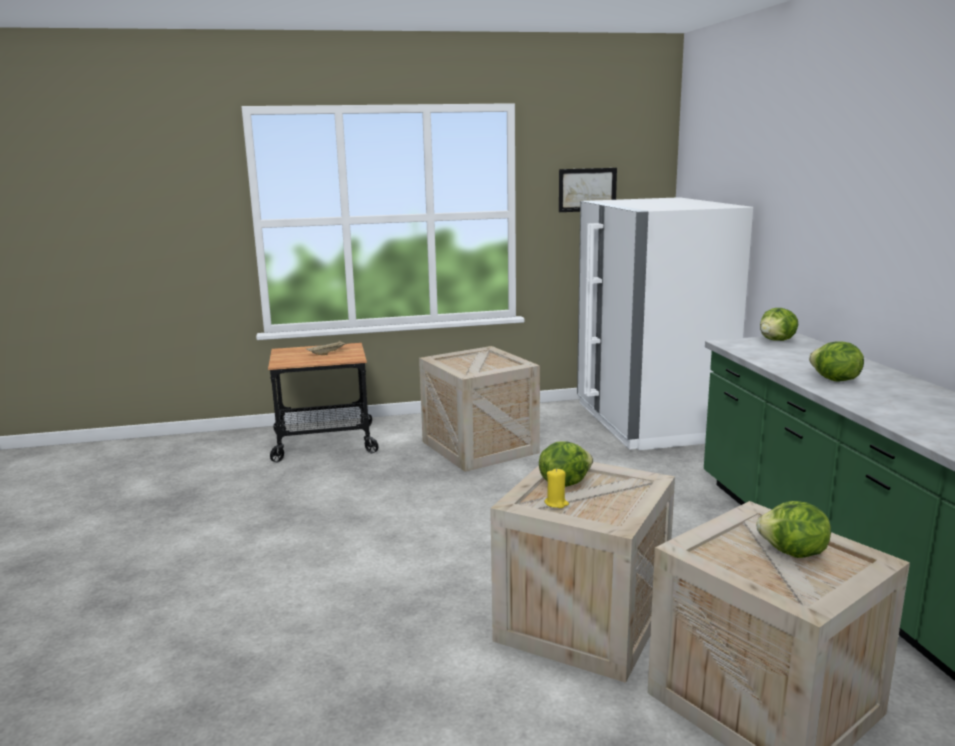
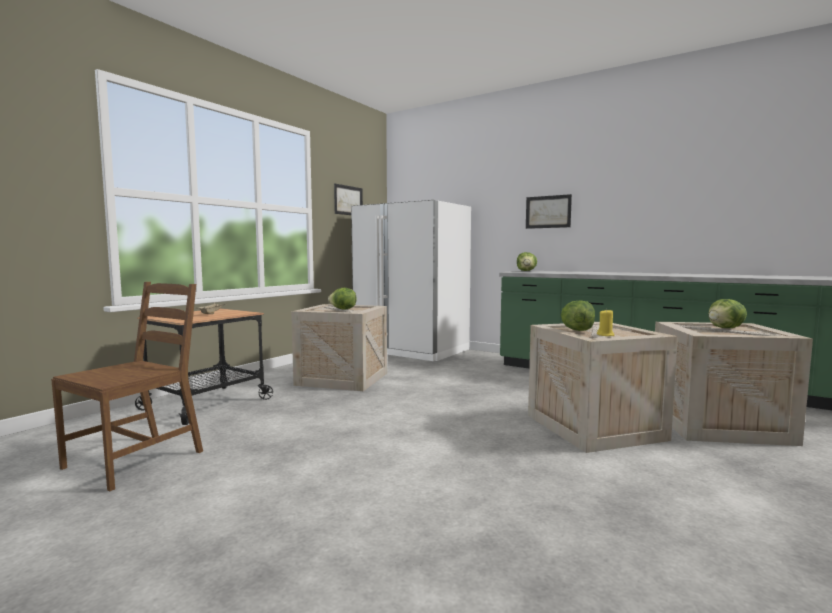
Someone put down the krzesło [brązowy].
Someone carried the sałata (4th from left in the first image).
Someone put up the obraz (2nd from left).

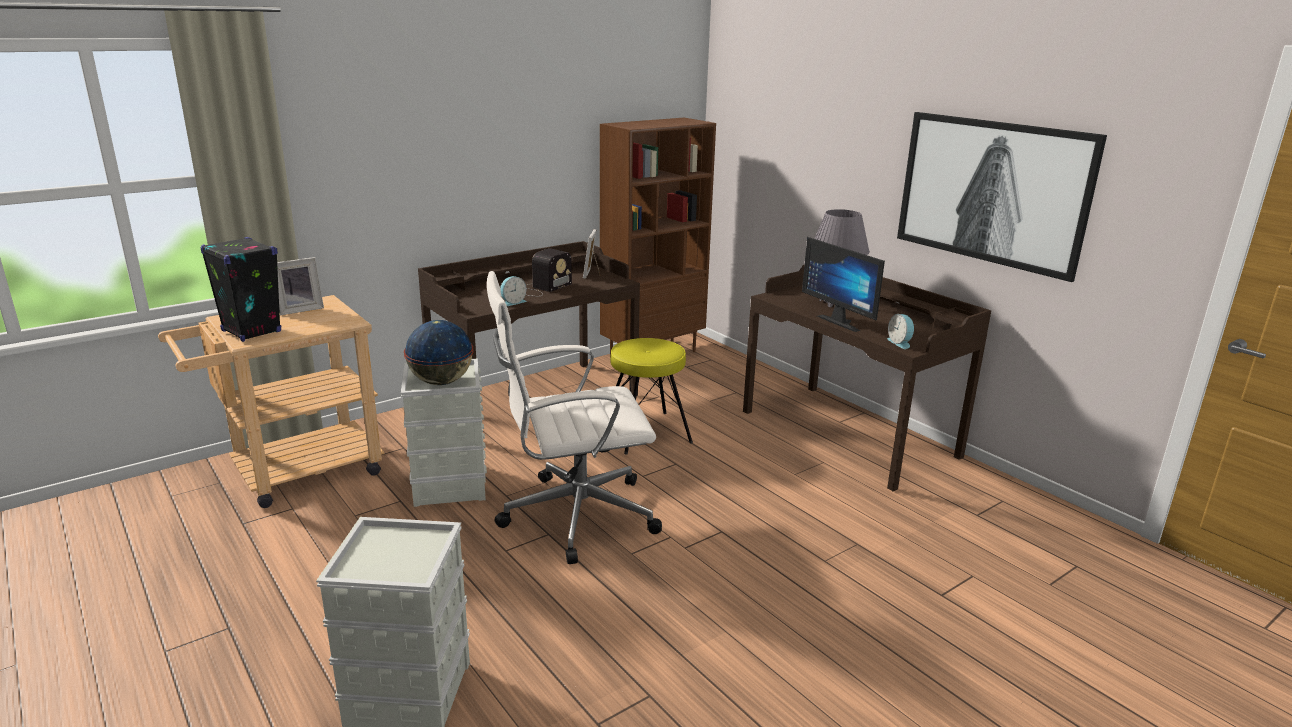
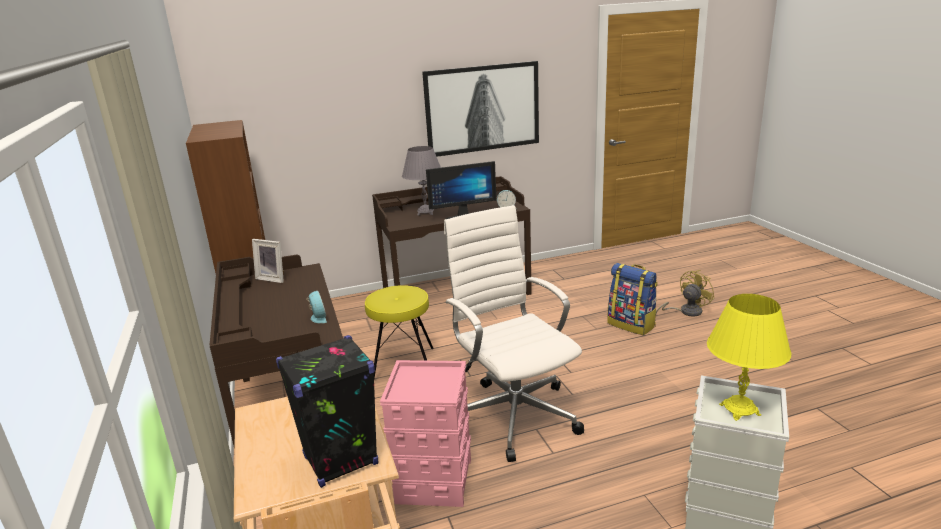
Someone repainted the pojemnik do przechowywania [szary] (2nd from left), which became the pojemnik do przechowywania [różowy].
Someone rotated the krzesło biurowe [biały] by 150 degrees clockwise.
Someone put down the plecak.
Someone put down the wentylator [żółty].
Someone put down the lampa stołowa [żółty].
Someone took away the ramka na zdjęcie (1st from left).
Someone took away the globus.
Someone took away the radio.

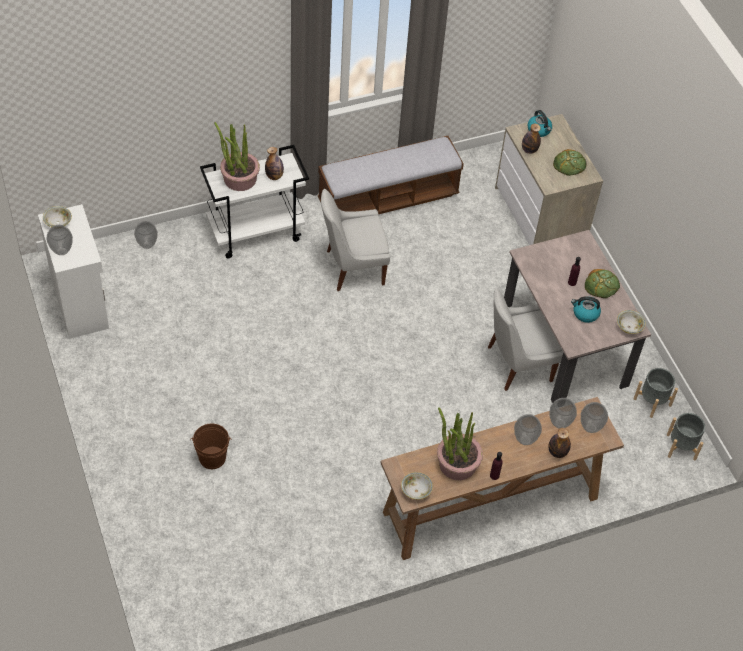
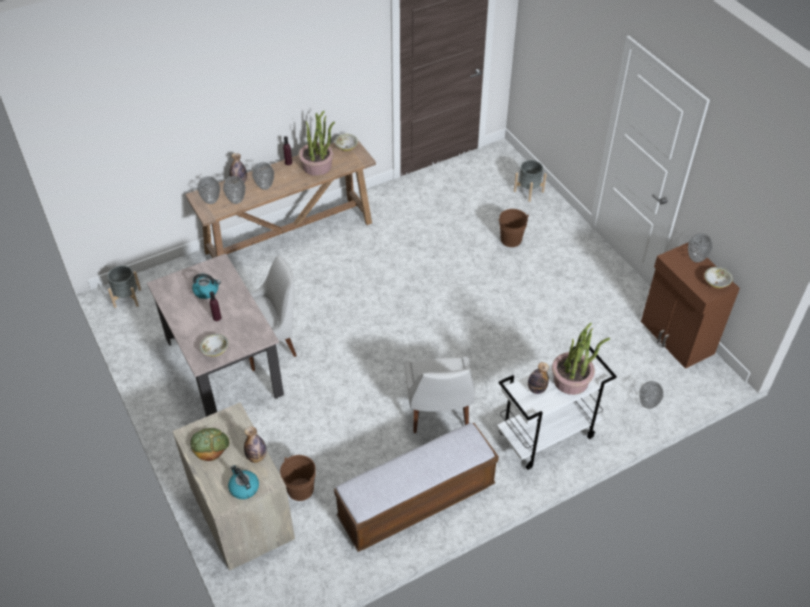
Someone carried the miska (3rd from left in the first image).
Someone put down the wiadro [brązowy] (1st from left).
Someone rotated the krzesło [biały] (1st from left in the first image) by 105 degrees clockwise.
Someone carried the donica [szary] (1st from left in the first image).
Someone repainted the szafka [biały], which became the szafka [brązowy].
Someone took away the chleb (2nd from left).

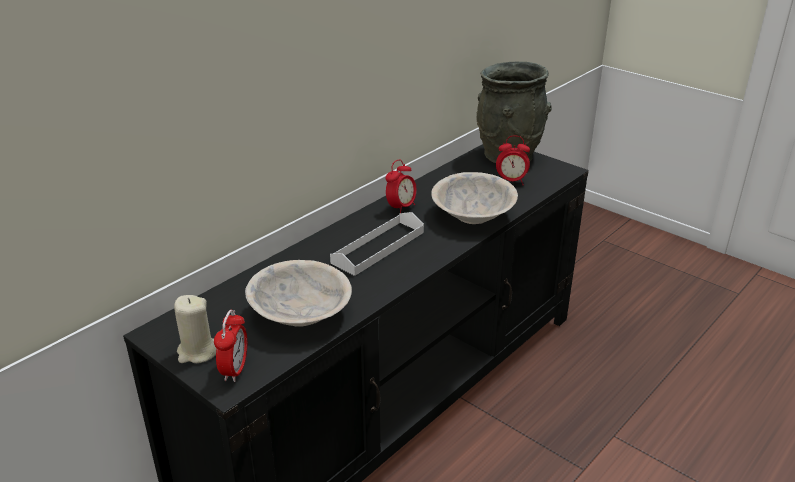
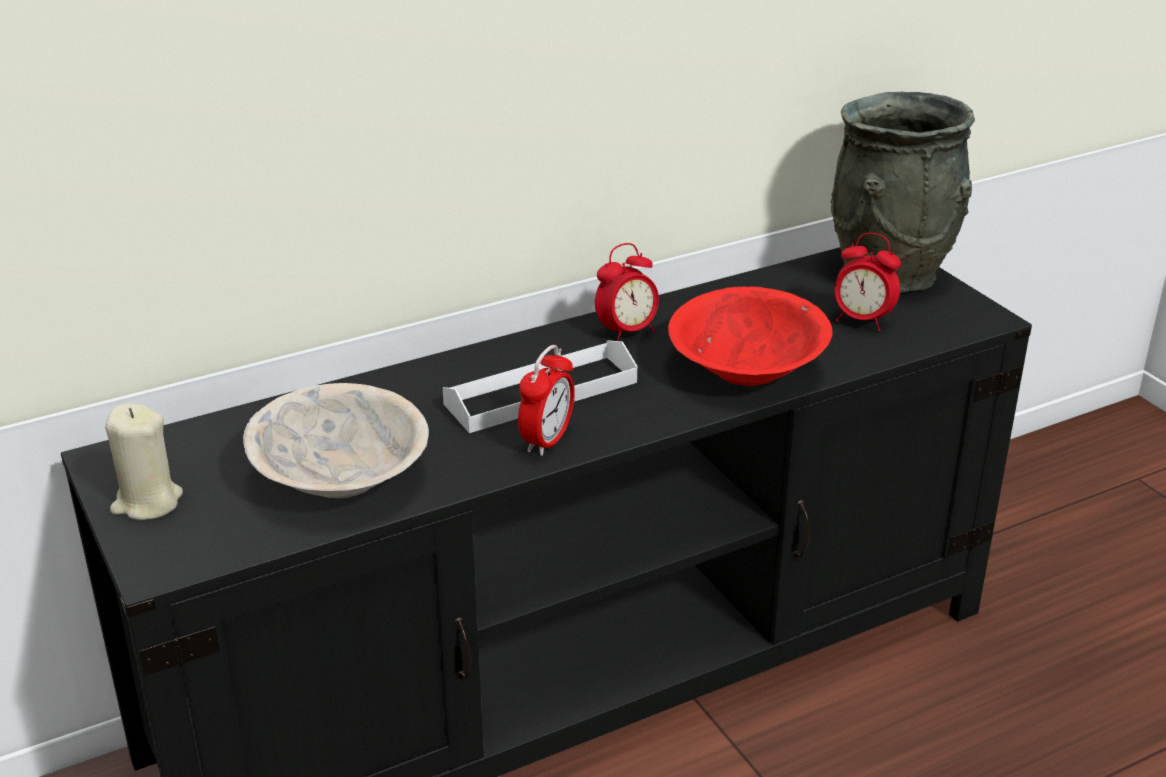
Someone carried the budzik (1st from left).
Someone repainted the miska [beżowy] (2nd from left), which became the miska [czerwony].

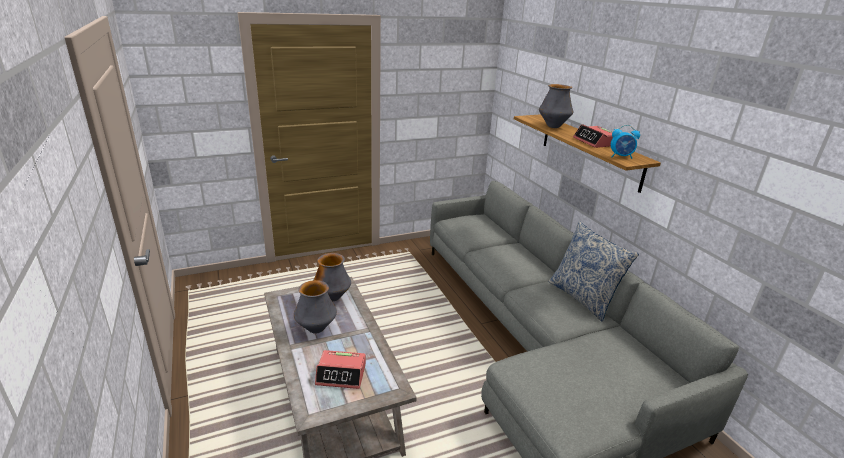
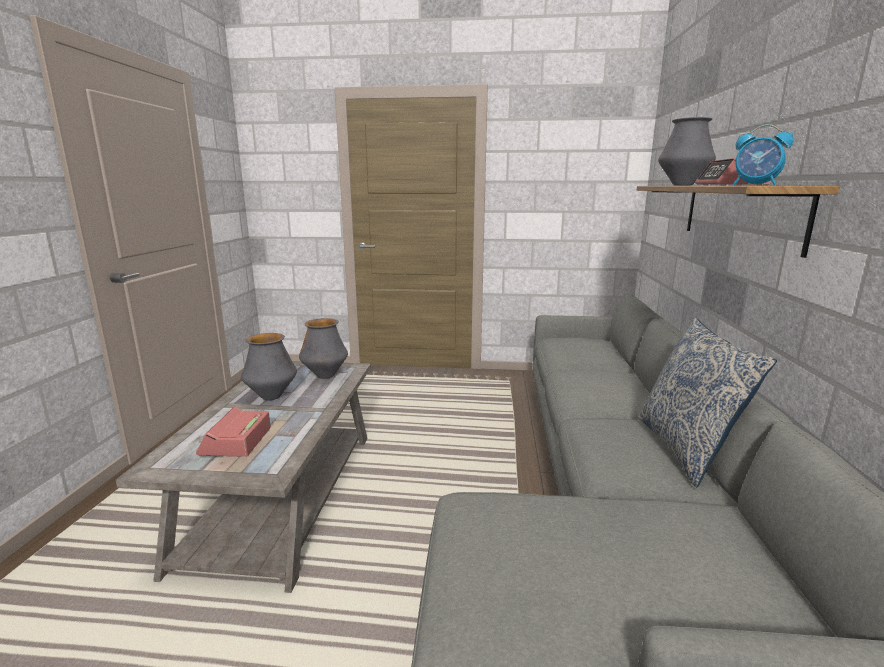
Someone rotated the budzik (1st from left) by 60 degrees clockwise.

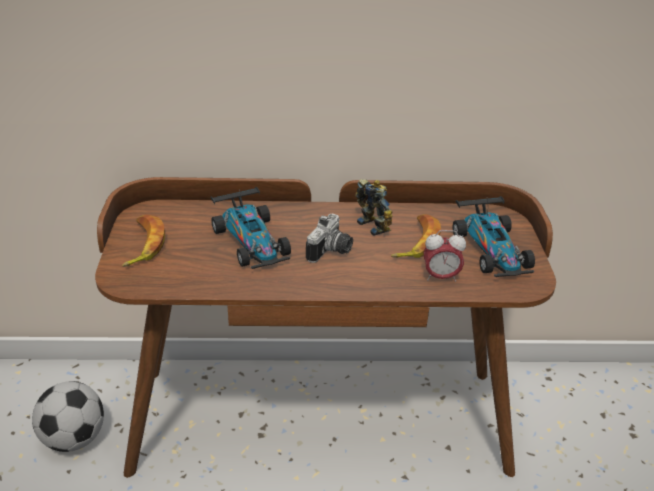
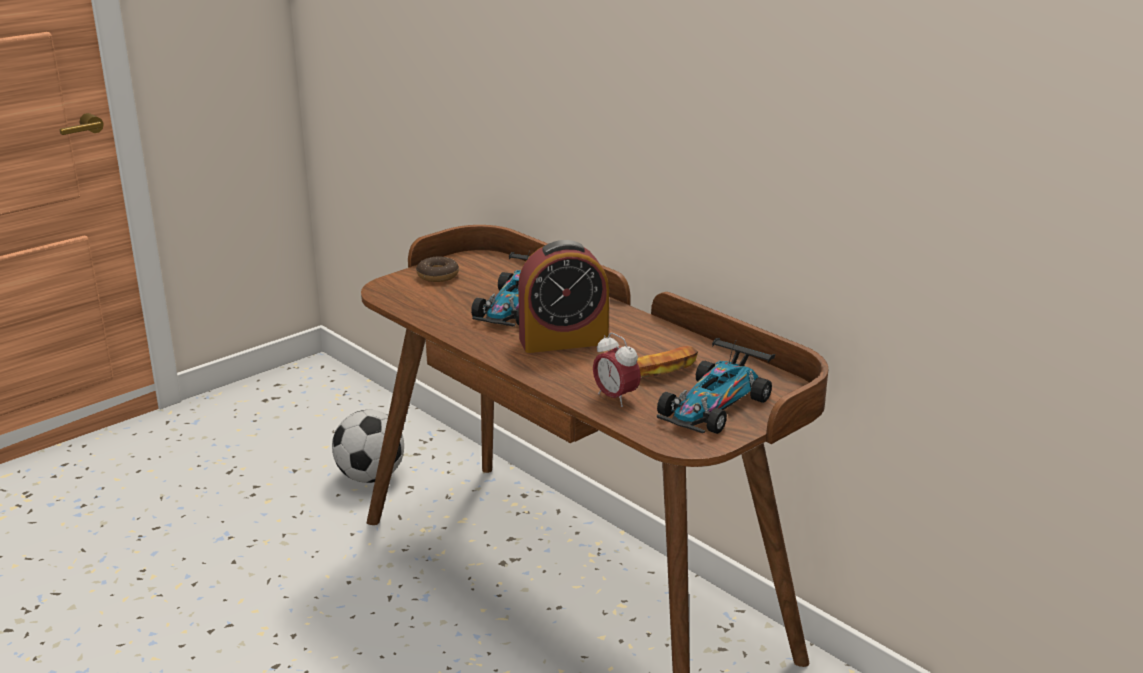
Someone swapped the banan (1st from left) for the donut.
Someone swapped the aparat fotograficzny for the budzik (1st from left).
Someone took away the robot zabawkowy.

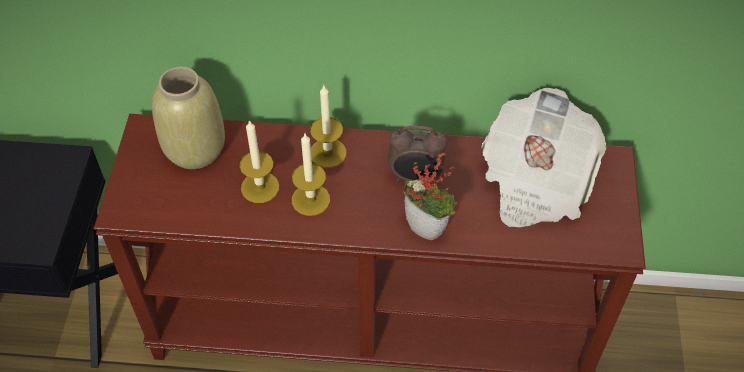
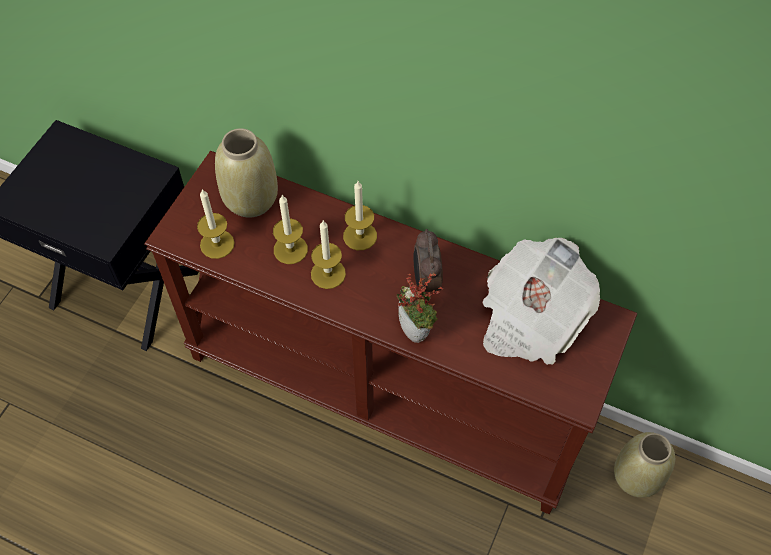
Someone put down the świeca (1st from left).
Someone rotated the budzik by 60 degrees clockwise.
Someone put down the wazon [beżowy] (2nd from left).

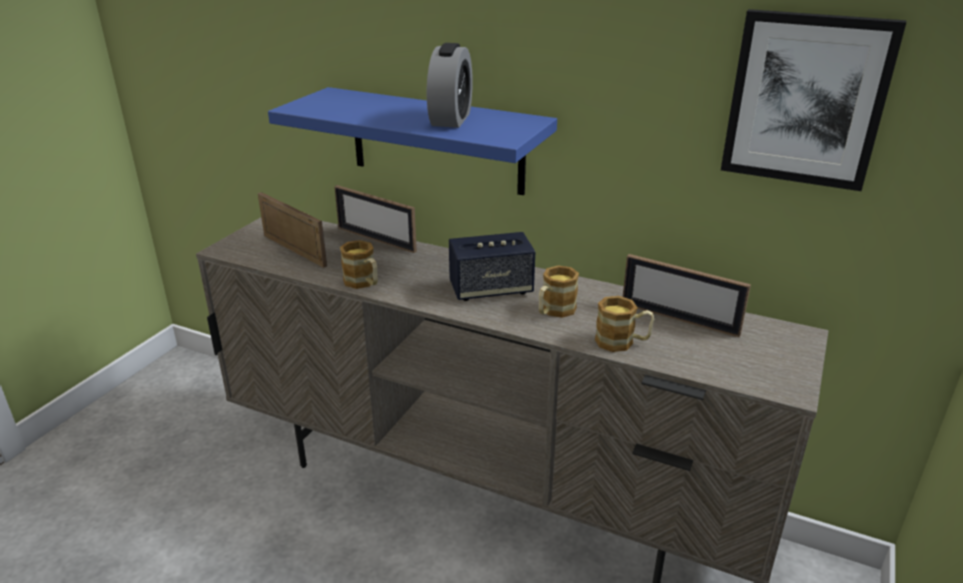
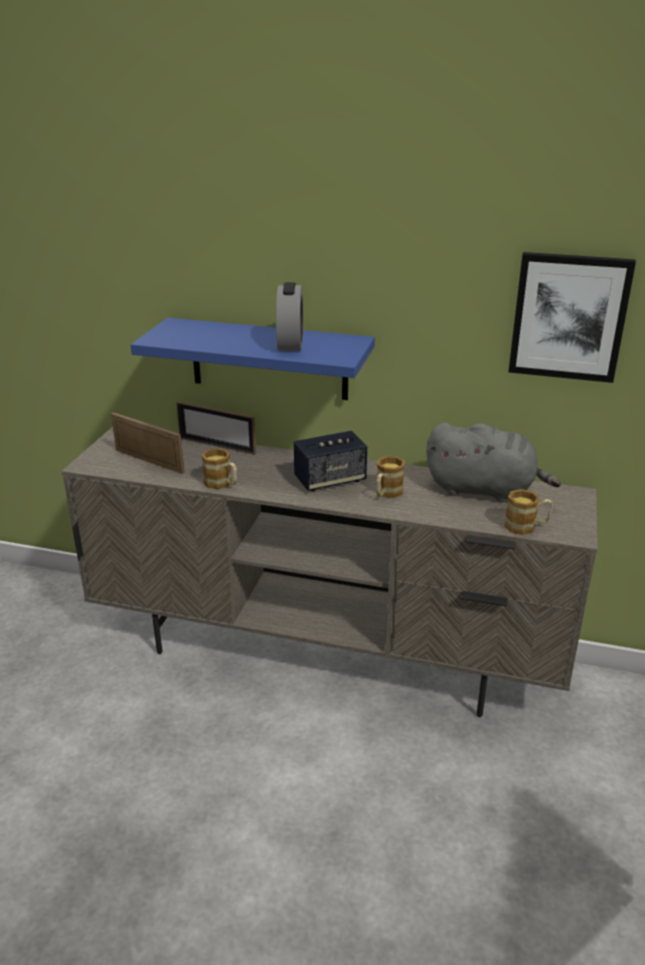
Someone swapped the ramka na zdjęcie (3rd from left) for the pluszak [szary].
Someone carried the kubek (3rd from left).

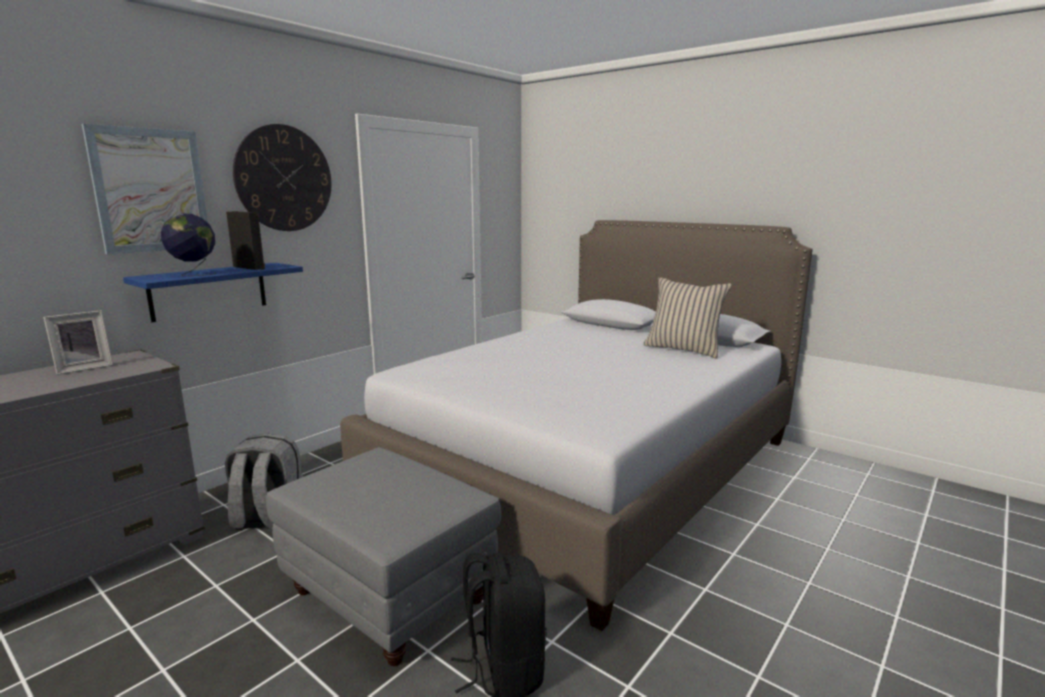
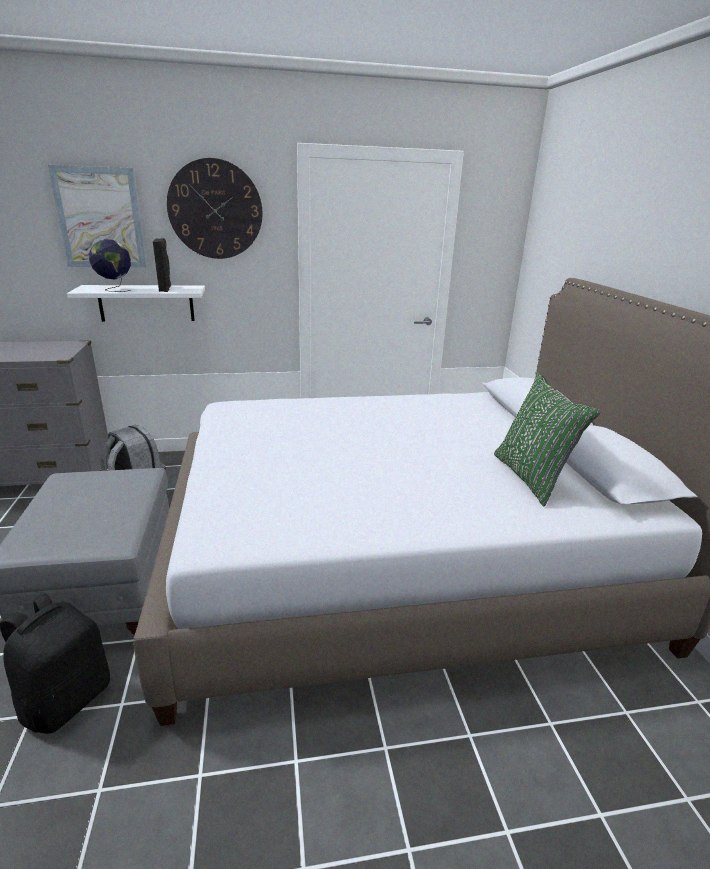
Someone repainted the półka [niebieski], which became the półka [biały].
Someone repainted the poduszka [beżowy], which became the poduszka [zielony].
Someone took away the ramka na zdjęcie.

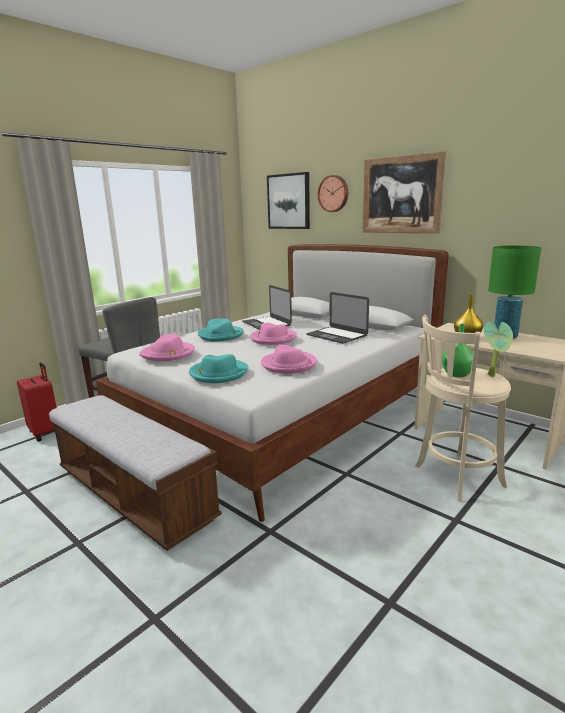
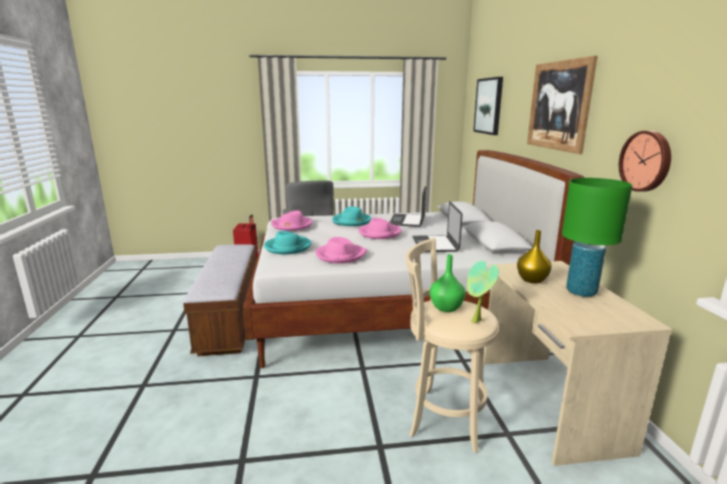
Someone carried the zegar ścienny.

